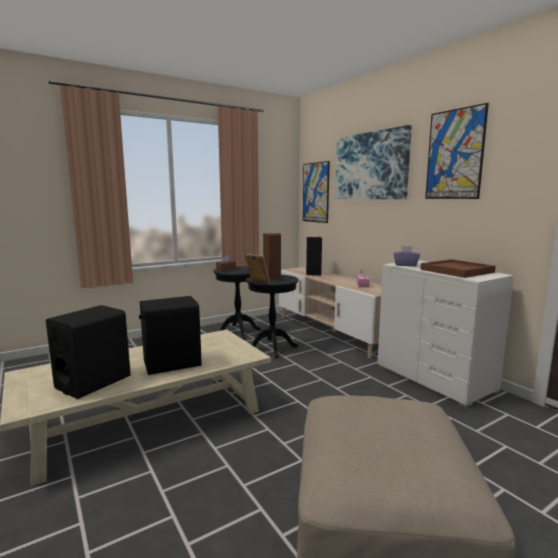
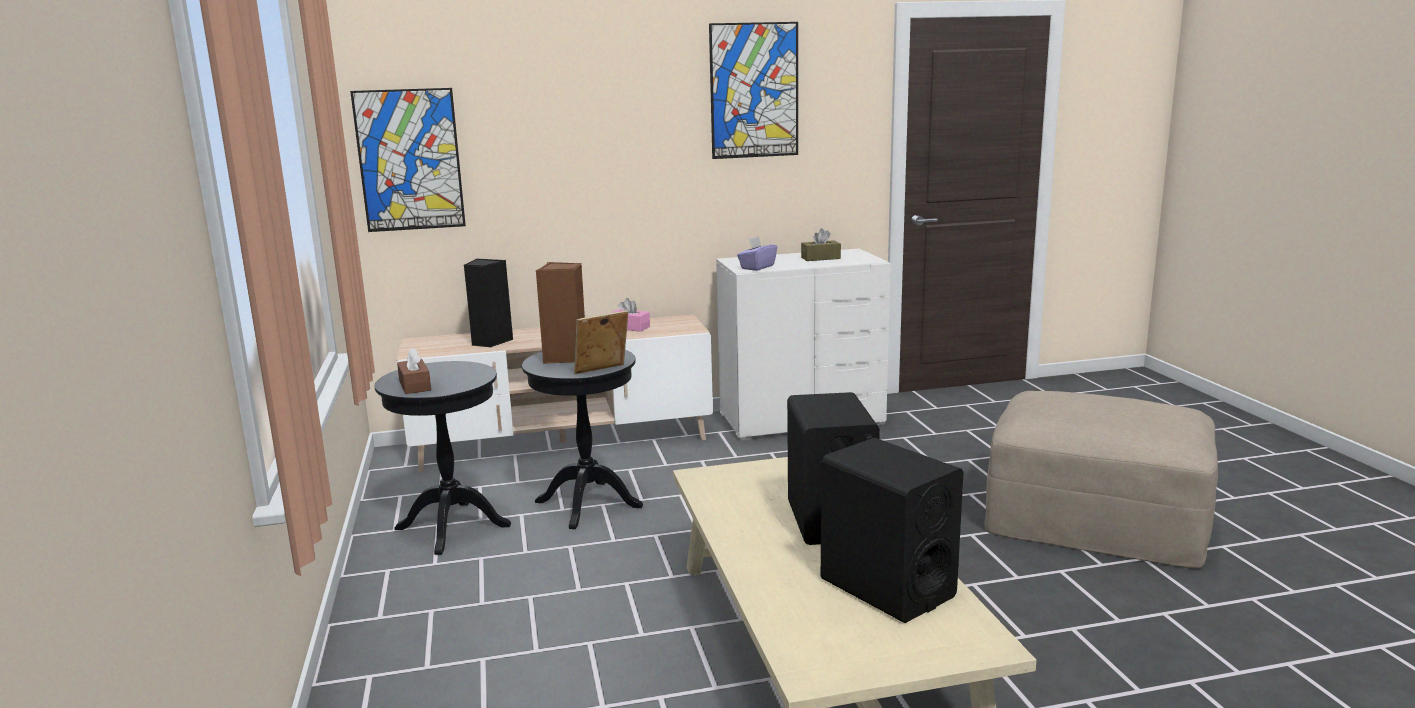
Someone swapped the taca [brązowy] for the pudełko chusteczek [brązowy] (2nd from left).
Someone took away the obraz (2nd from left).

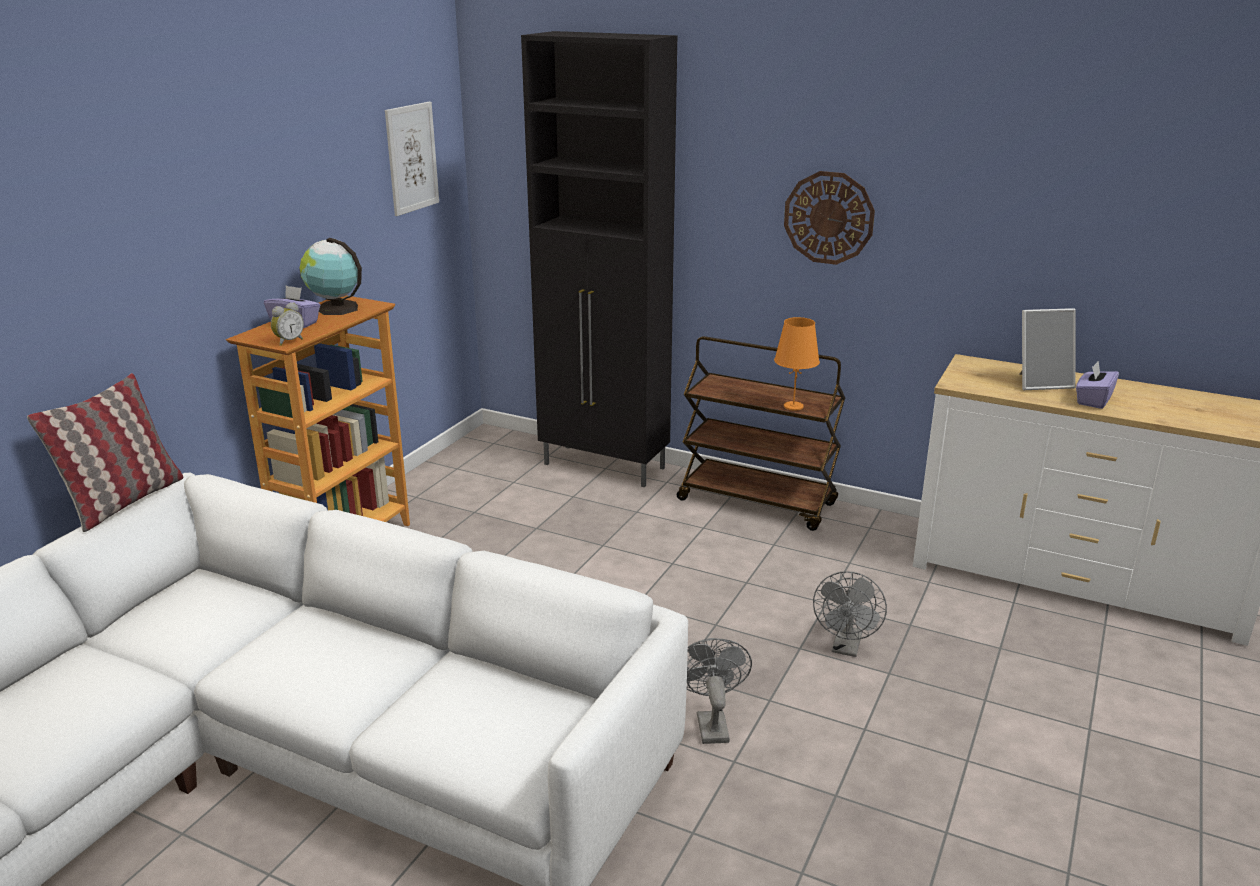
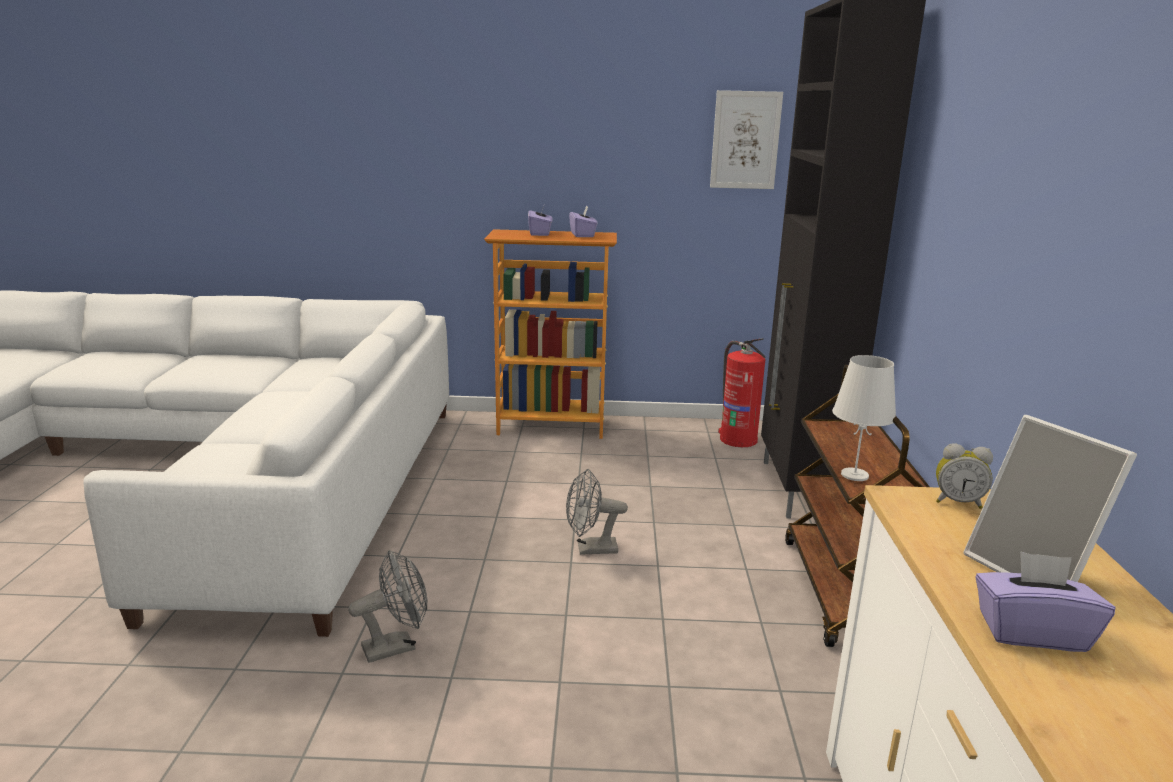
Someone carried the wentylator [szary] (2nd from left).
Someone swapped the globus for the pudełko chusteczek [fioletowy] (2nd from left).
Someone put down the gaśnica.
Someone repainted the lampa stołowa [pomarańczowy], which became the lampa stołowa [biały].
Someone carried the budzik.
Someone took away the poduszka.
Someone took away the zegar ścienny.

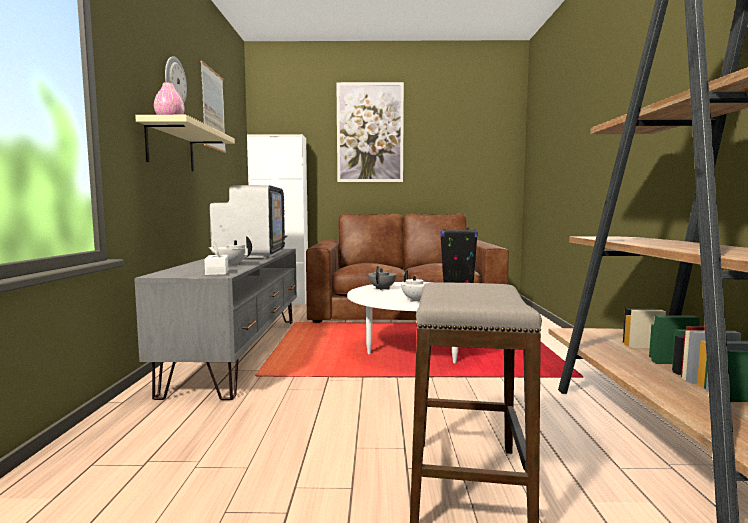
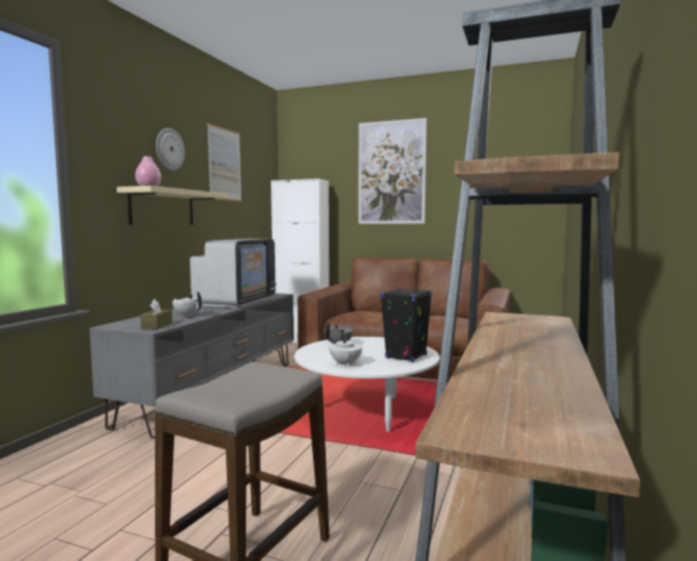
Someone repainted the pudełko chusteczek [biały], which became the pudełko chusteczek [brązowy].

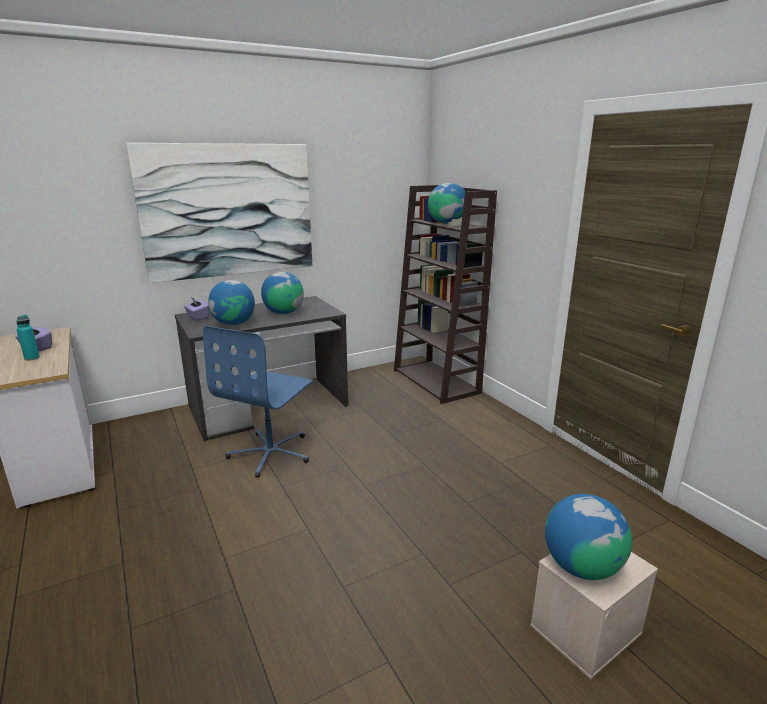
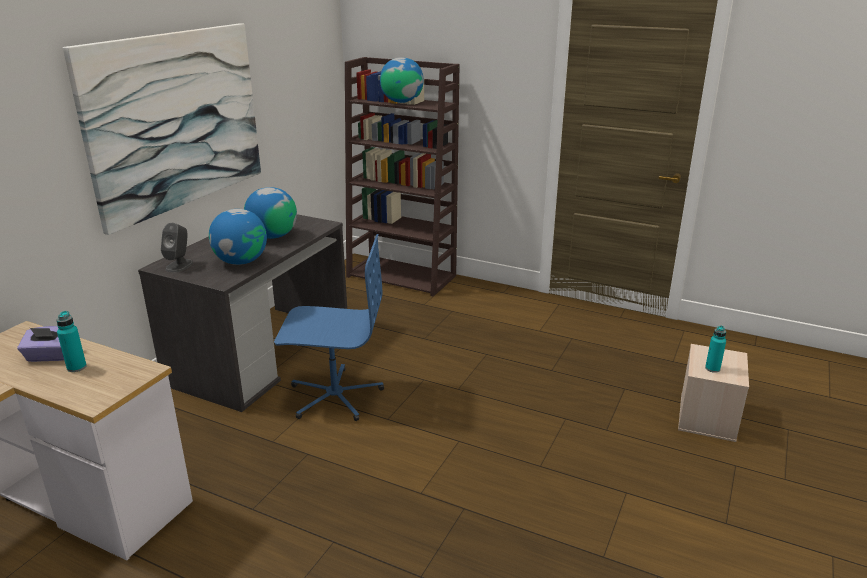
Someone swapped the pudełko chusteczek [fioletowy] (2nd from left) for the głośnik [szary].
Someone rotated the krzesło biurowe [niebieski] by 75 degrees counterclockwise.
Someone swapped the globus (4th from left) for the butelka [turkusowy] (2nd from left).

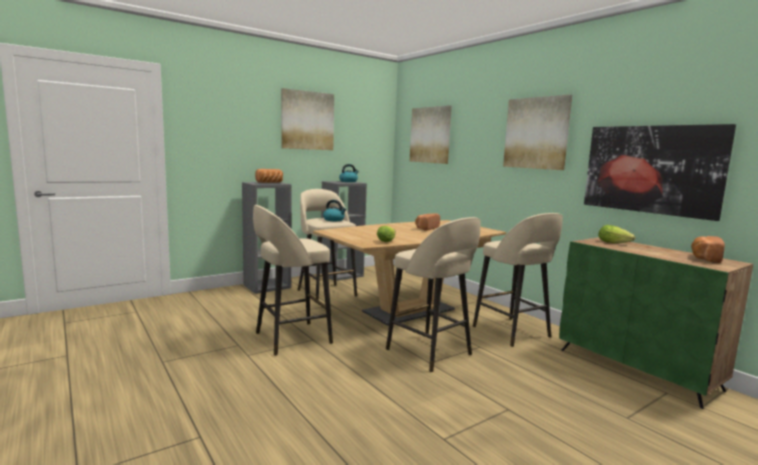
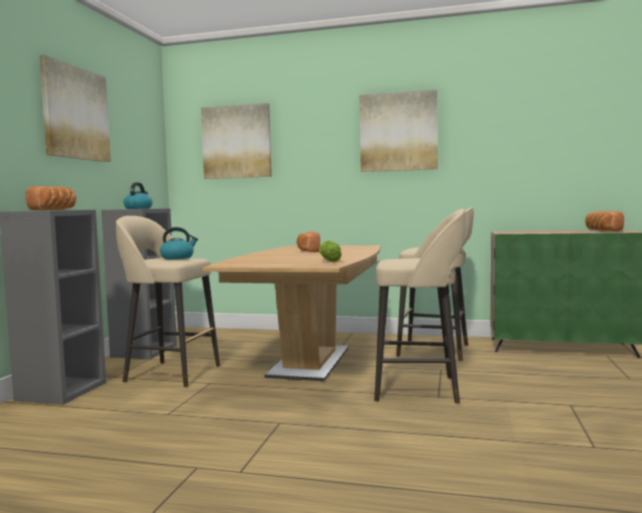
Someone took away the stołek [beżowy] (1st from left).
Someone took away the obraz (4th from left).
Someone took away the sałata (2nd from left).

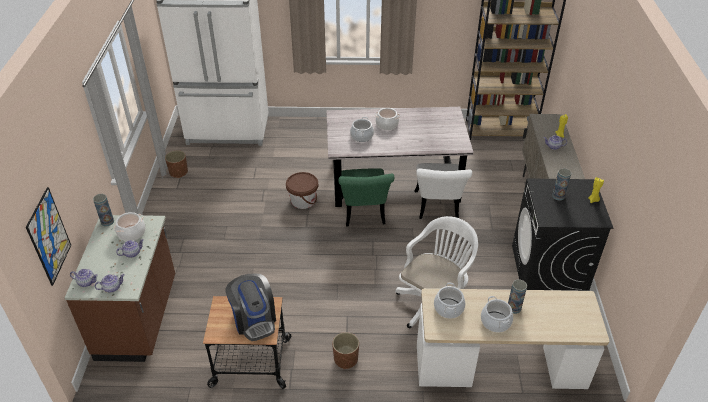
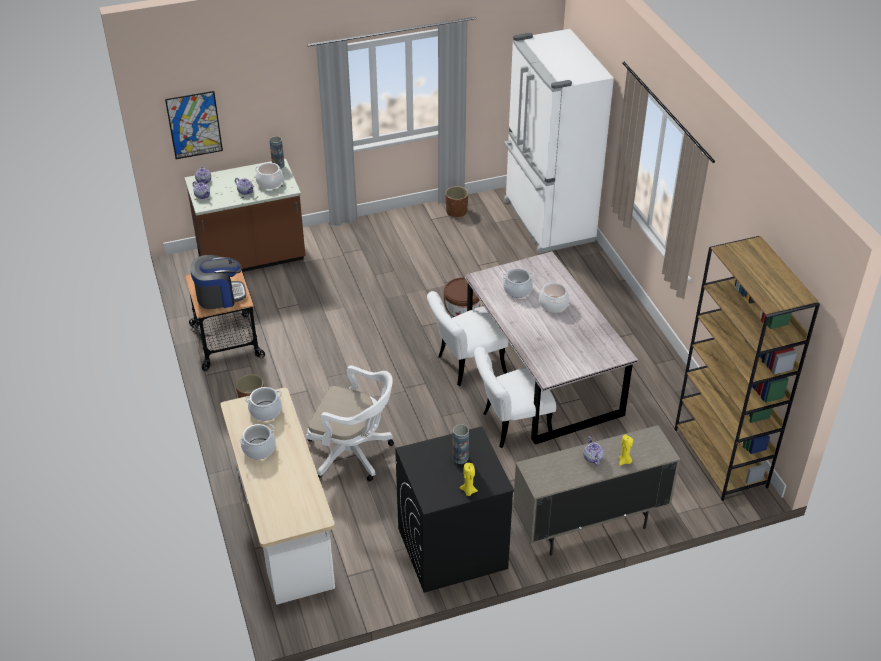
Someone rotated the ekspres do kawy by 150 degrees counterclockwise.
Someone repainted the krzesło [zielony], which became the krzesło [biały] (1st from left).
Someone took away the wazon (2nd from left).

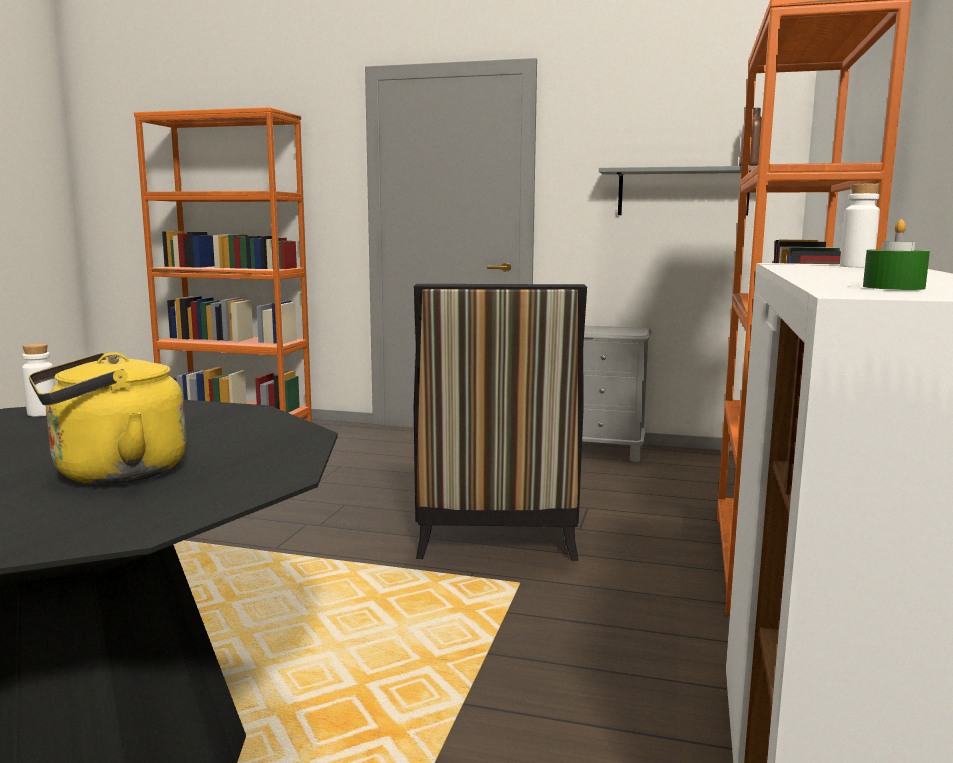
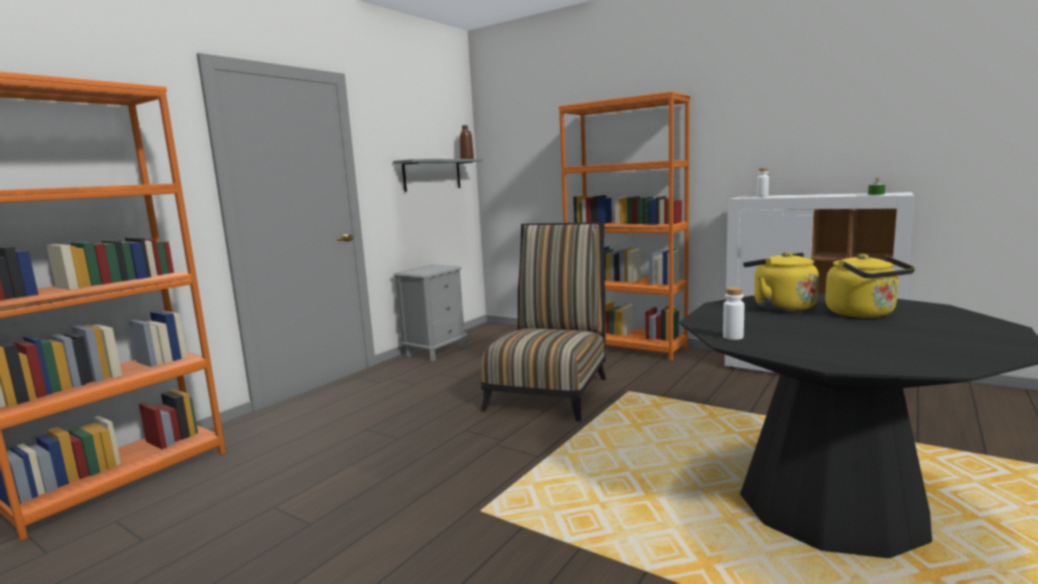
Someone rotated the krzesło by 90 degrees counterclockwise.
Someone put down the czajnik [żółty] (1st from left).

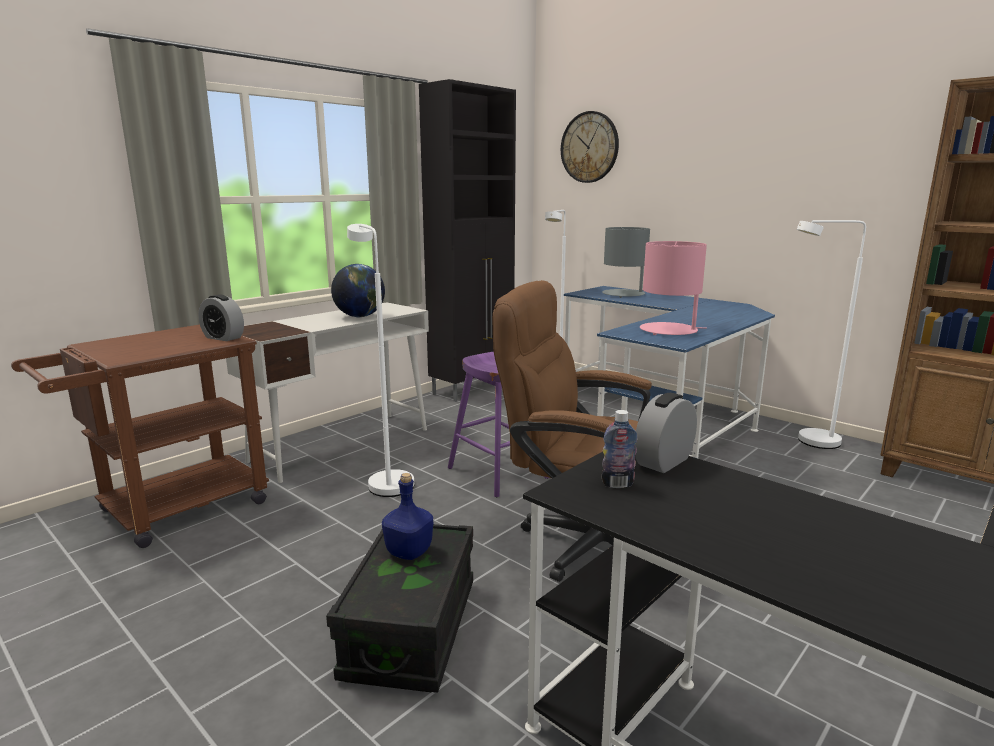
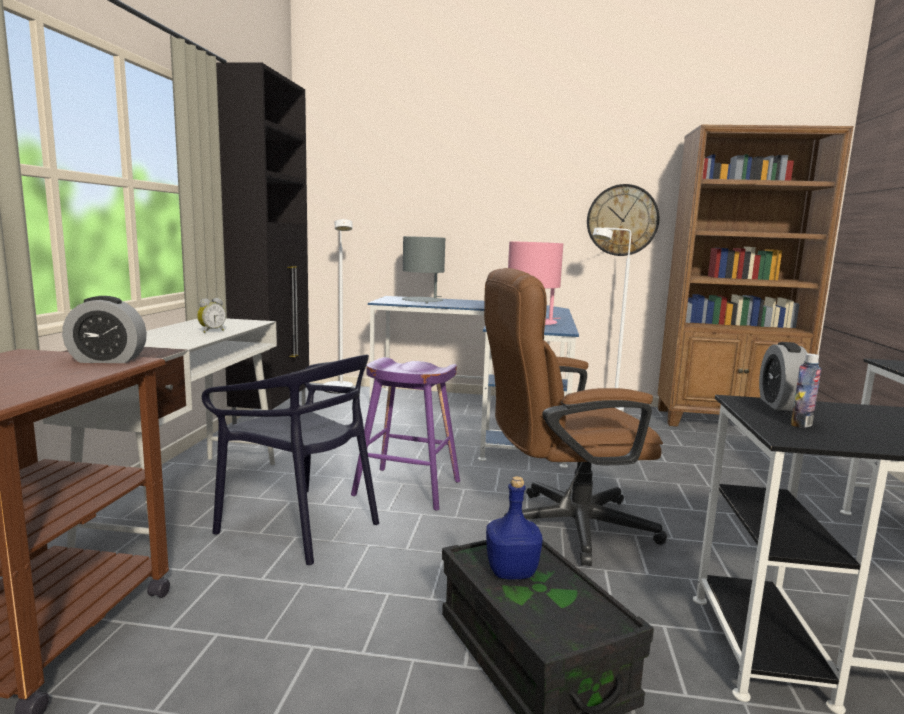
Someone swapped the globus for the budzik (2nd from left).
Someone swapped the lampa stojąca [biały] (1st from left) for the krzesło [czarny].
Someone carried the zegar ścienny.

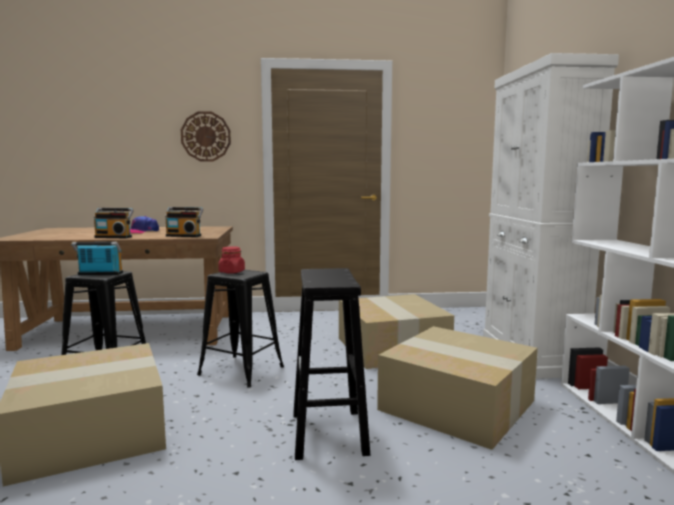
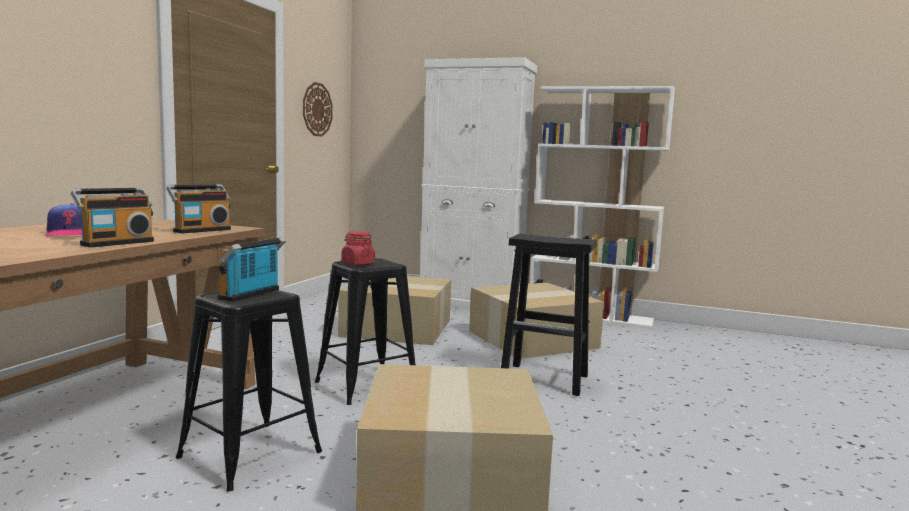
Someone carried the zegar ścienny.

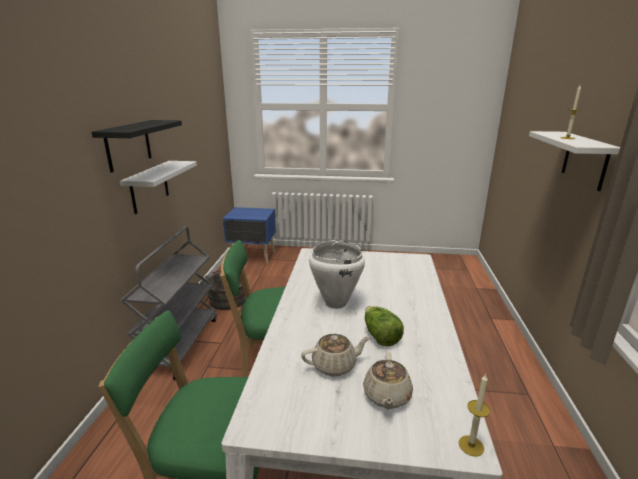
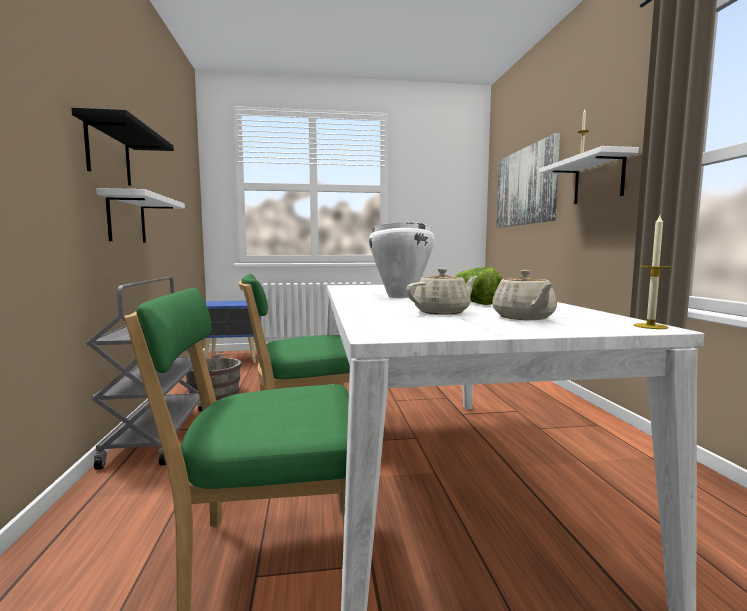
Someone put up the obraz.

